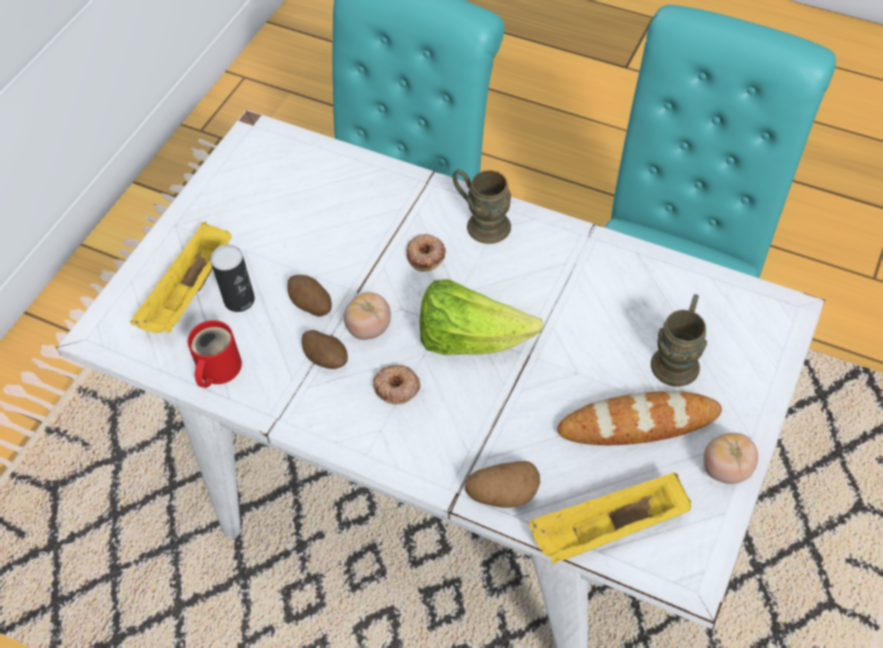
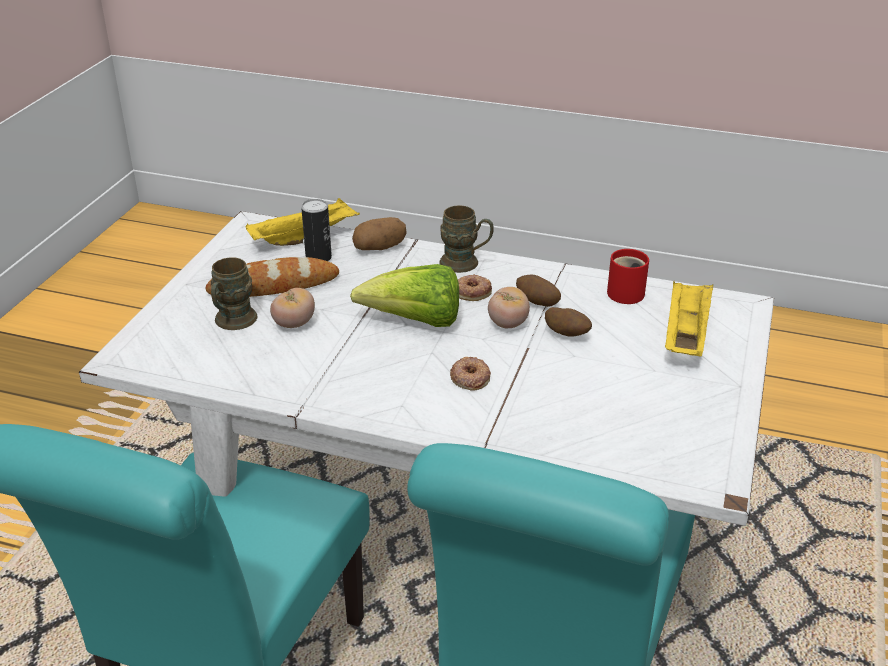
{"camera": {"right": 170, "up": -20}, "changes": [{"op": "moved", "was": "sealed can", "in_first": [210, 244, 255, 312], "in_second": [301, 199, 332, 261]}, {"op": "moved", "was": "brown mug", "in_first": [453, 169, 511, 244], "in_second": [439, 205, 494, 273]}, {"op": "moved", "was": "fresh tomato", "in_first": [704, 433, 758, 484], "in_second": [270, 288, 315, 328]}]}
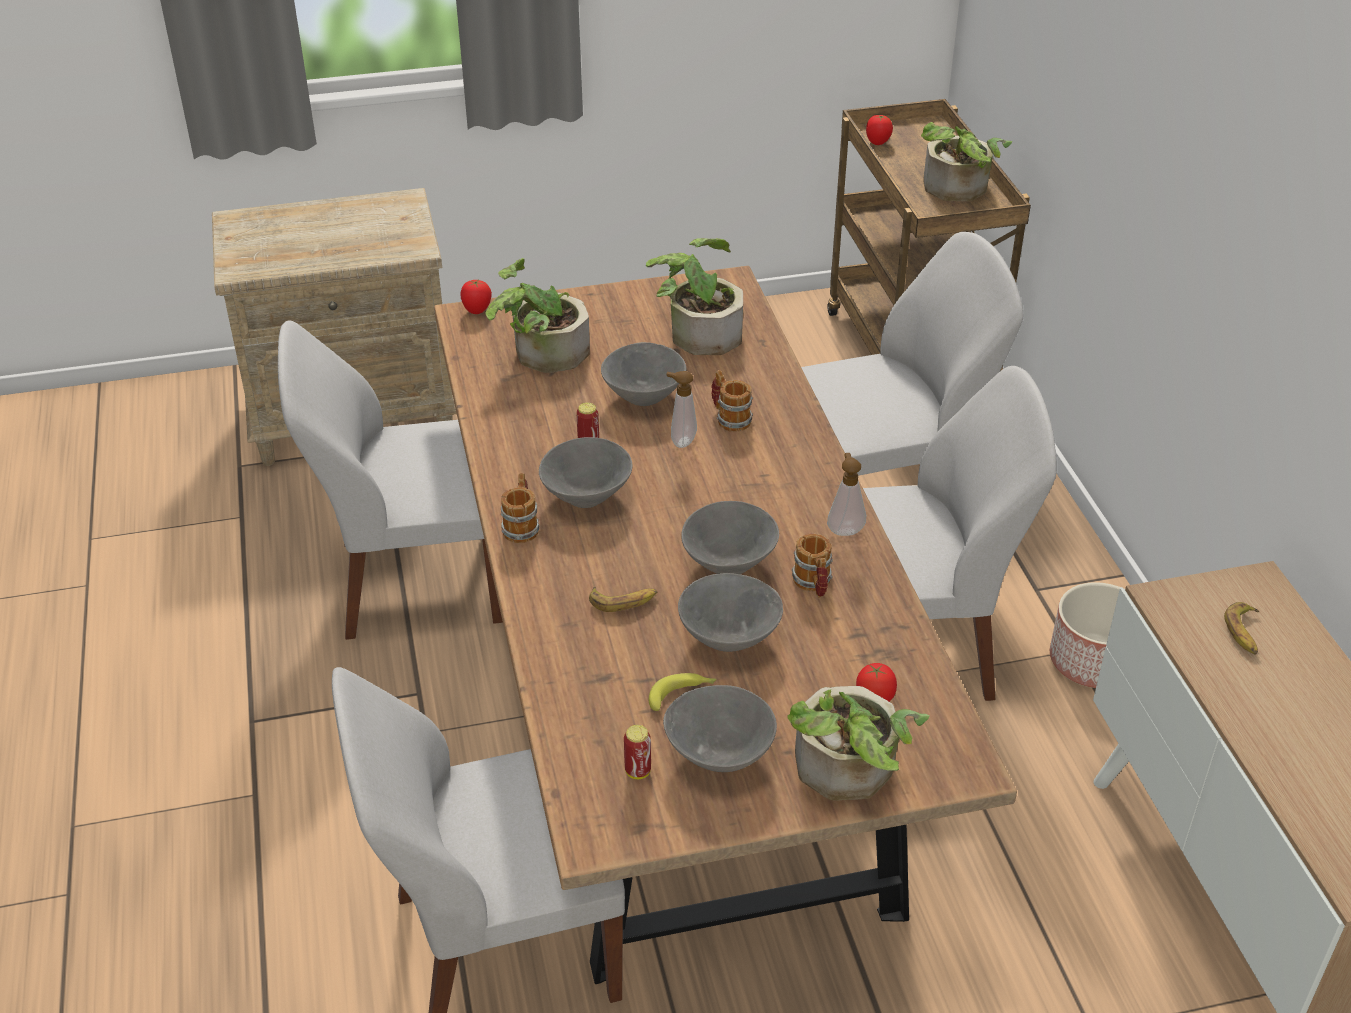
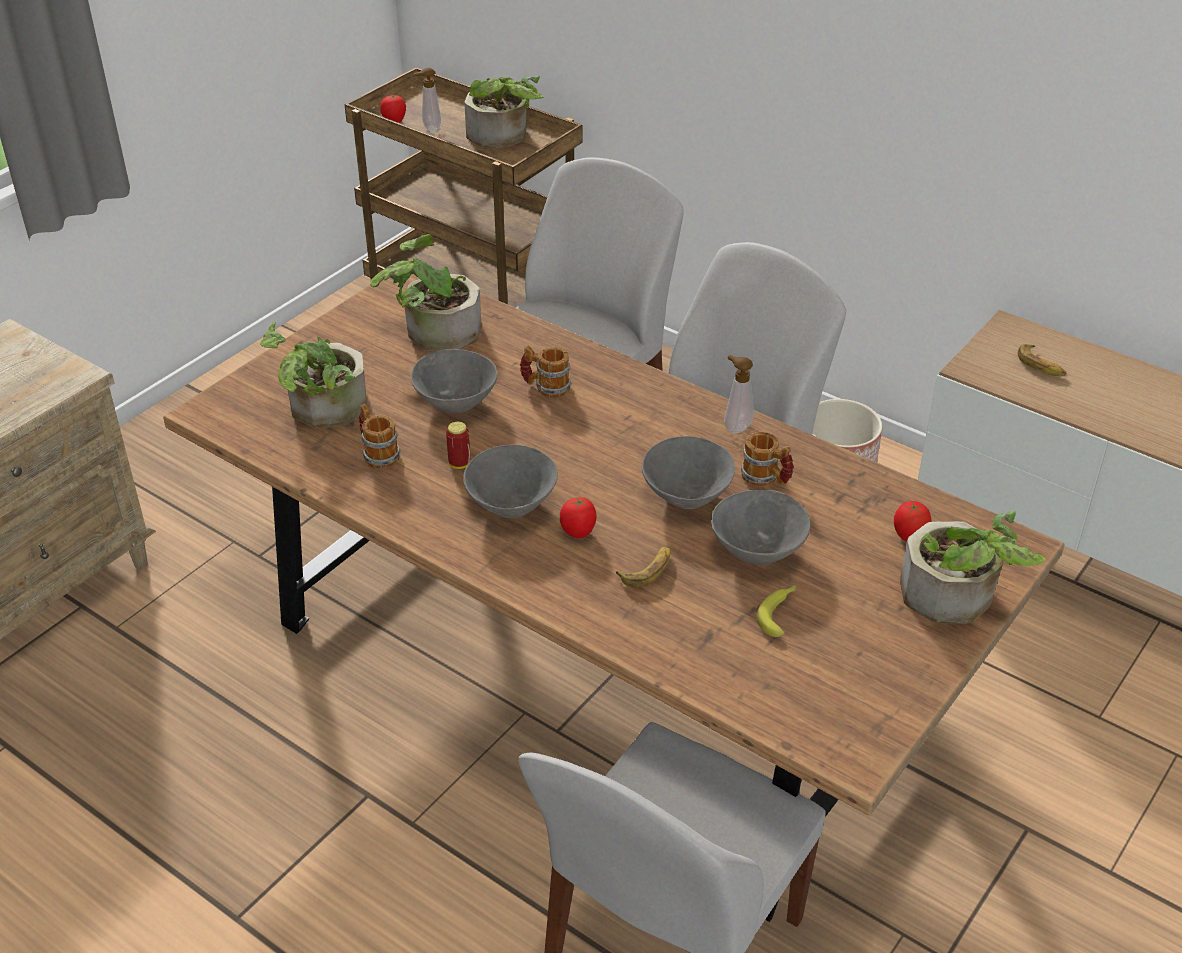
{"camera": {"right": -40, "up": 0}, "changes": [{"op": "removed", "was": "white-coloured upright chair", "in_first": [278, 321, 503, 640]}, {"op": "removed", "was": "sealed can", "in_first": [624, 725, 651, 779]}, {"op": "removed", "was": "greyish bowl", "in_first": [663, 685, 777, 772]}, {"op": "moved", "was": "fresh tomato", "in_first": [460, 280, 492, 314], "in_second": [560, 497, 597, 538]}, {"op": "moved", "was": "mug", "in_first": [501, 473, 539, 543], "in_second": [359, 404, 401, 469]}, {"op": "moved", "was": "soap dispenser", "in_first": [666, 371, 697, 448], "in_second": [414, 68, 441, 132]}]}
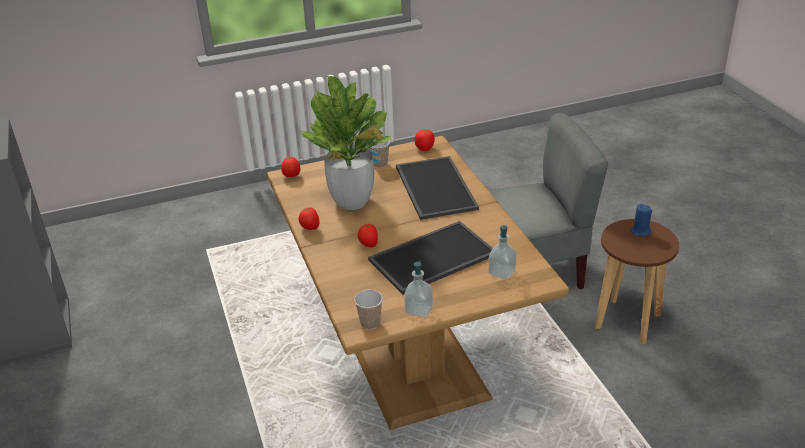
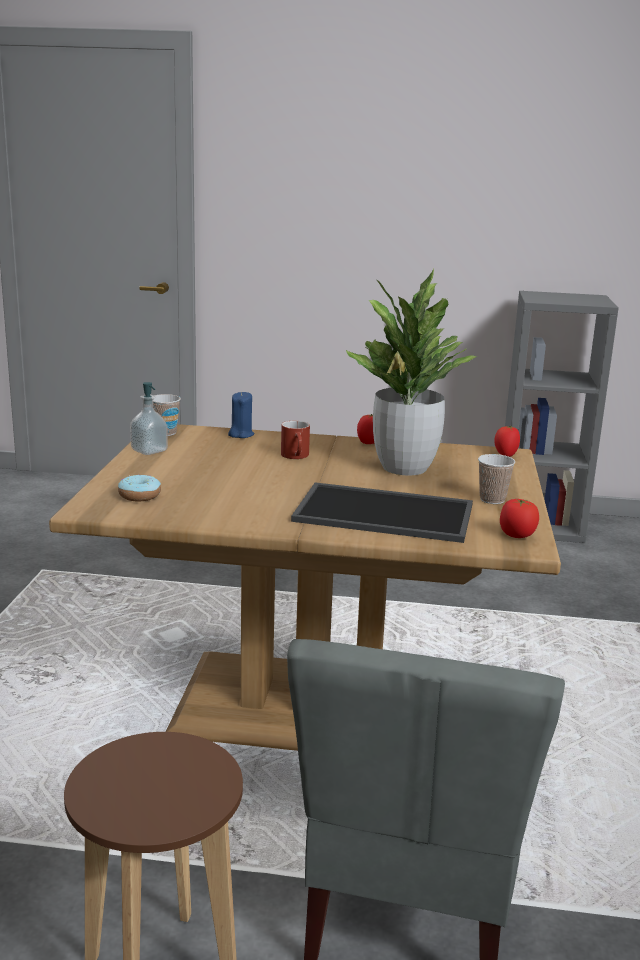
{"camera": {"right": 115, "up": -15}, "changes": [{"op": "removed", "was": "tray", "in_first": [368, 221, 493, 295]}, {"op": "moved", "was": "blue-coloured candle", "in_first": [631, 204, 652, 237], "in_second": [228, 391, 254, 438]}, {"op": "replaced", "was": "fresh tomato", "now": "red-coloured mug", "in_first": [358, 224, 378, 247], "in_second": [281, 421, 310, 459]}, {"op": "replaced", "was": "soap dispenser", "now": "donut", "in_first": [489, 225, 517, 279], "in_second": [118, 475, 161, 501]}]}
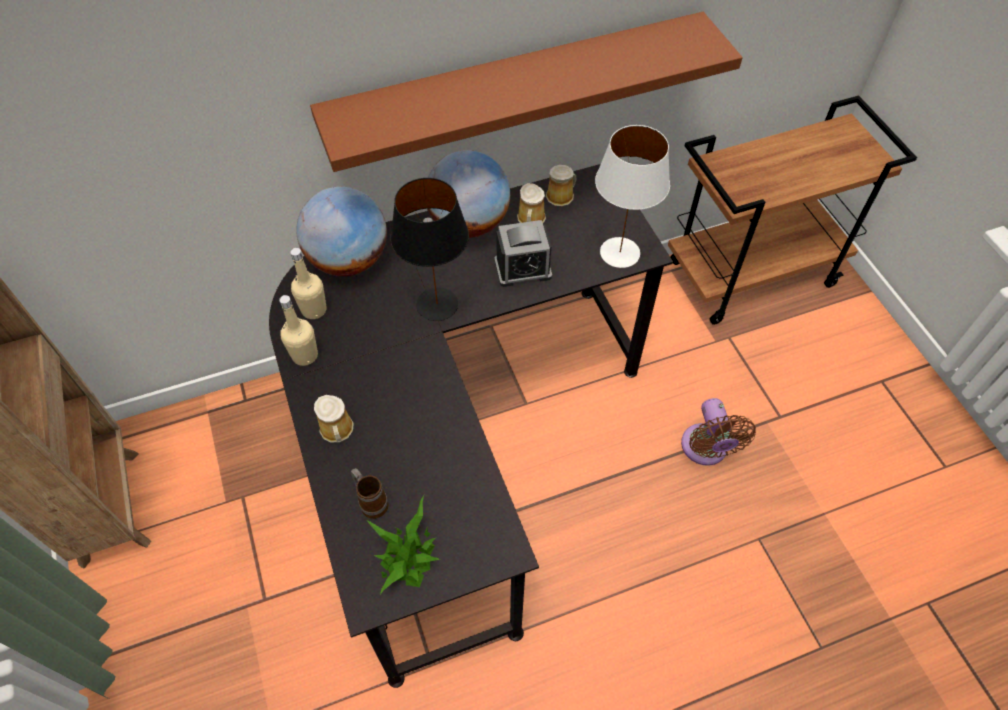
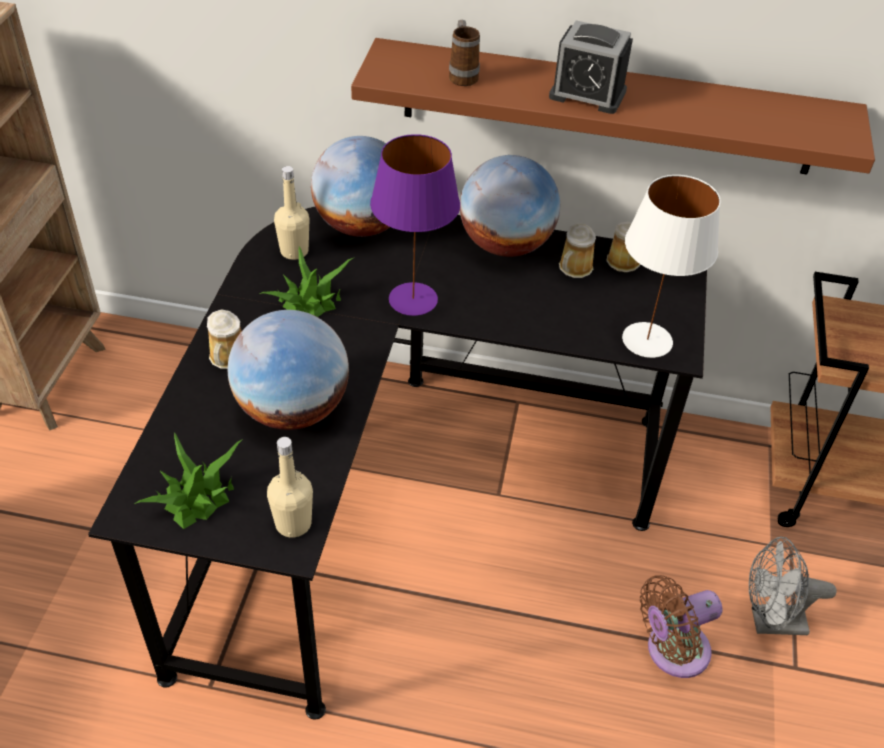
{"camera": {"right": 30, "up": -10}, "changes": [{"op": "added", "now": "world globe", "in_second": [228, 310, 349, 430]}, {"op": "added", "now": "houseplant", "in_second": [259, 246, 353, 317]}, {"op": "added", "now": "greyish electric fan", "in_second": [749, 537, 837, 635]}, {"op": "moved", "was": "beige bottle", "in_first": [279, 295, 318, 366], "in_second": [267, 437, 313, 538]}, {"op": "moved", "was": "mug", "in_first": [351, 468, 388, 519], "in_second": [449, 19, 480, 86]}, {"op": "moved", "was": "bedside clock", "in_first": [494, 220, 552, 287], "in_second": [549, 20, 633, 114]}, {"op": "recoloured", "was": "blackish table lamp", "now": "purple-coloured table lamp", "in_first": [390, 178, 469, 321], "in_second": [370, 134, 460, 316]}, {"op": "turned", "was": "brown electric fan", "in_first": [681, 398, 756, 466], "in_second": [640, 575, 723, 678], "clockwise": 45}]}
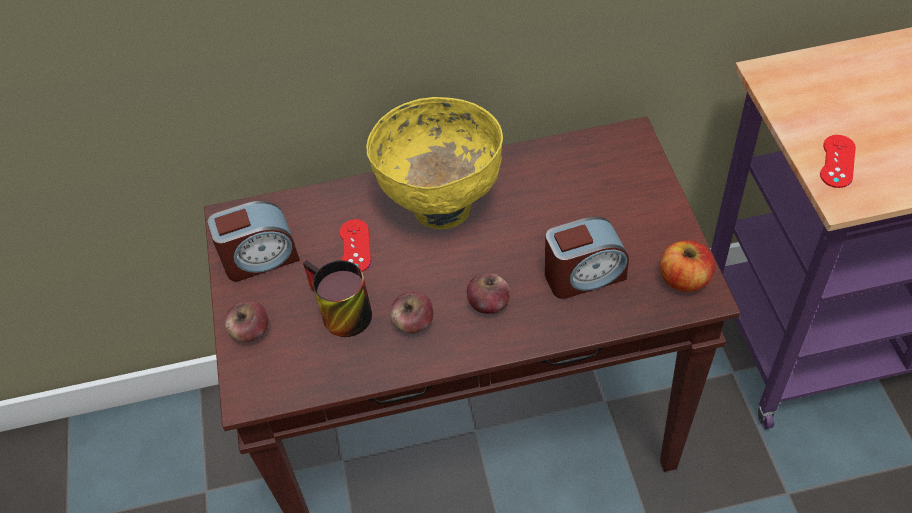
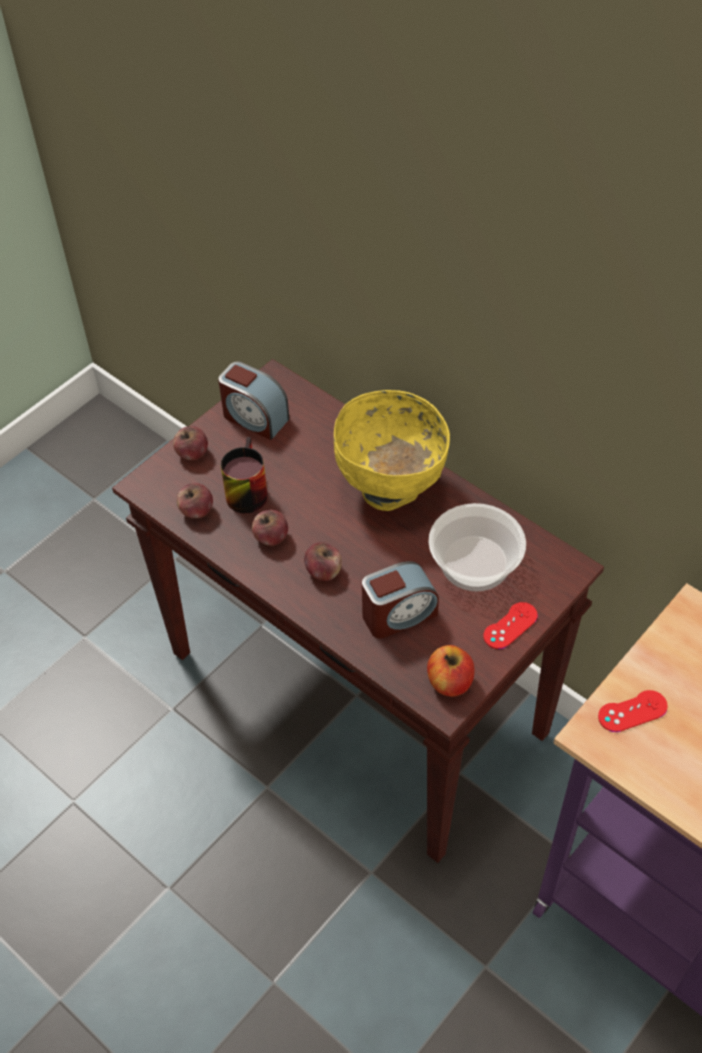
{"camera": {"right": 50, "up": 0}, "changes": [{"op": "added", "now": "whole apple", "in_second": [177, 483, 213, 518]}, {"op": "added", "now": "bowl", "in_second": [429, 503, 526, 591]}, {"op": "moved", "was": "red-coloured joypad", "in_first": [340, 219, 371, 272], "in_second": [483, 602, 538, 649]}, {"op": "turned", "was": "bedside clock", "in_first": [545, 217, 629, 299], "in_second": [362, 561, 439, 639], "clockwise": -60}]}
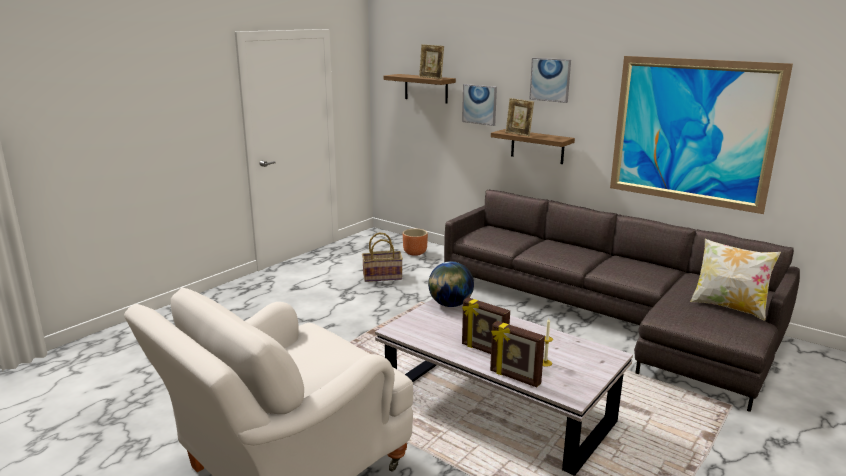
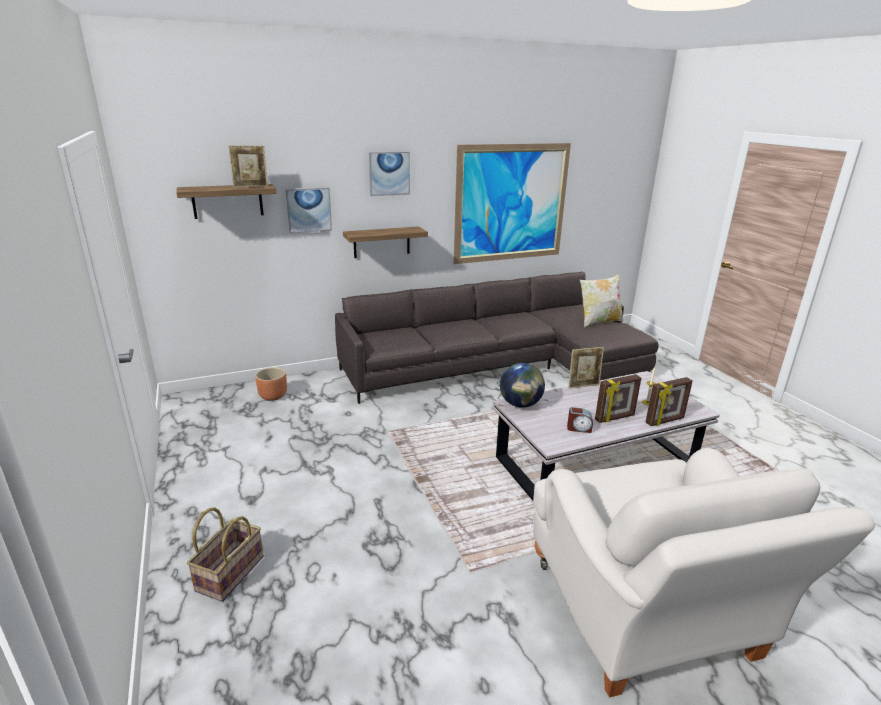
{"camera": {"right": -60, "up": 5}, "changes": [{"op": "added", "now": "bedside clock", "in_second": [567, 407, 593, 433]}, {"op": "moved", "was": "basket", "in_first": [362, 233, 403, 282], "in_second": [187, 507, 264, 602]}, {"op": "moved", "was": "photo frame", "in_first": [506, 98, 534, 136], "in_second": [568, 347, 604, 389]}]}
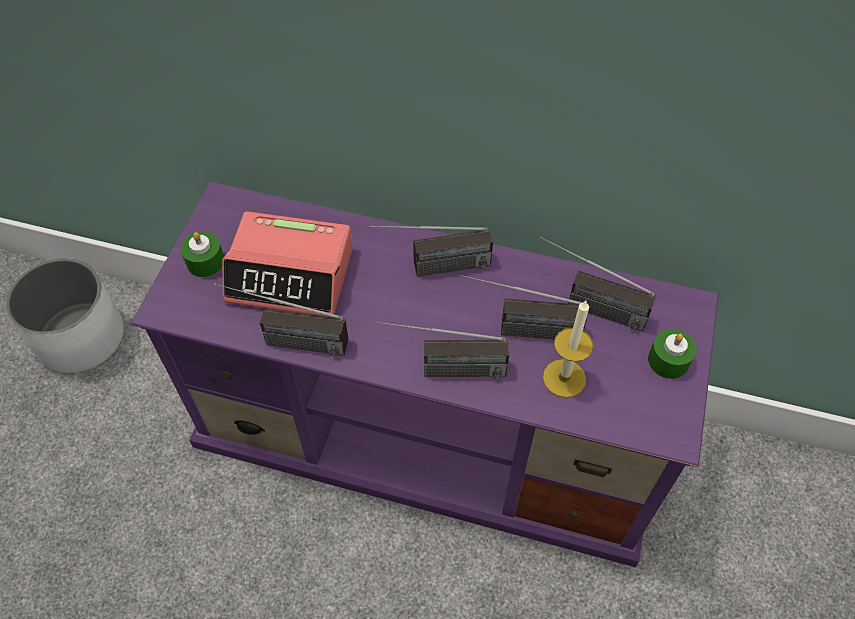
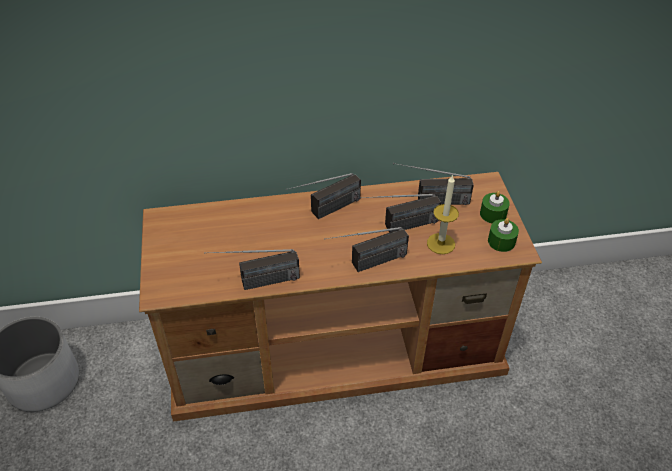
{"camera": {"right": -25, "up": -10}, "changes": [{"op": "removed", "was": "bedside clock", "in_first": [222, 211, 353, 317]}, {"op": "moved", "was": "green candle", "in_first": [181, 231, 224, 277], "in_second": [488, 218, 519, 252]}, {"op": "recoloured", "was": "purple-coloured tv unit", "now": "brown tv unit", "in_first": [130, 182, 719, 567], "in_second": [139, 172, 542, 422]}]}
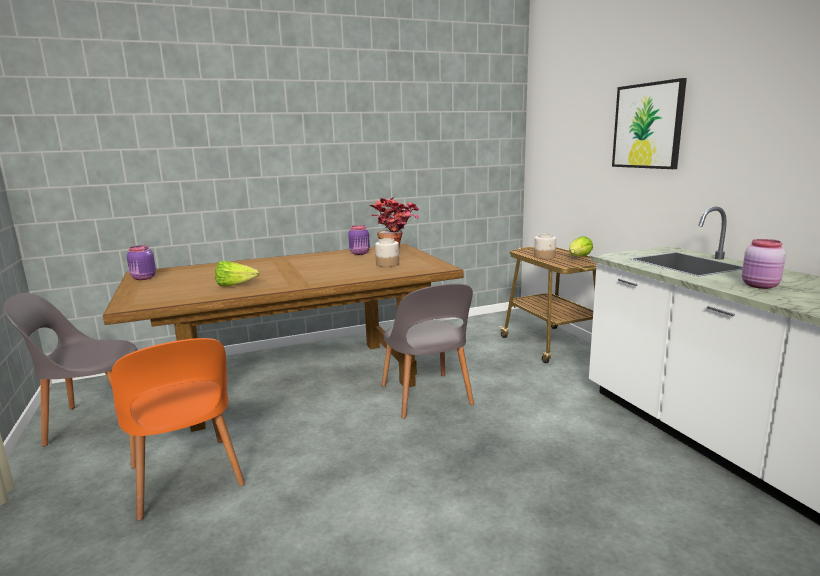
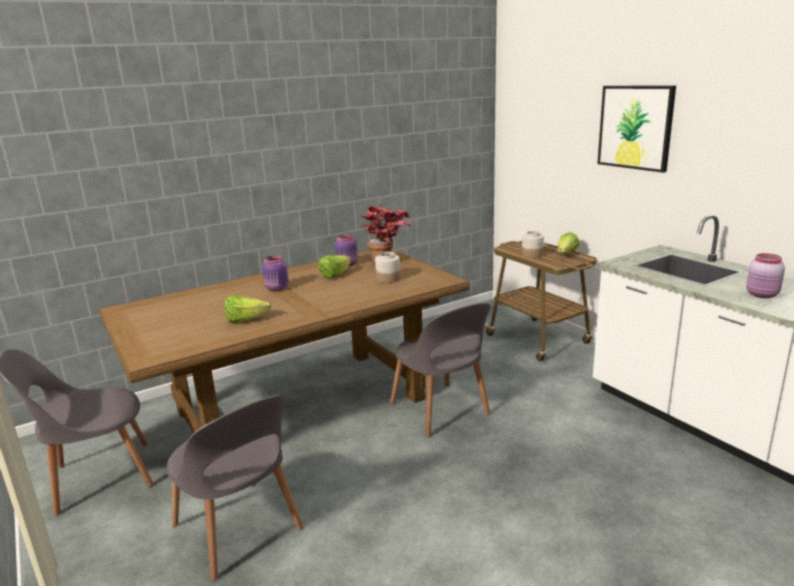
{"camera": {"right": -10, "up": 5}, "changes": [{"op": "added", "now": "lettuce head", "in_second": [318, 255, 351, 278]}, {"op": "moved", "was": "purple-coloured preserve jar", "in_first": [127, 245, 156, 280], "in_second": [262, 256, 288, 291]}, {"op": "recoloured", "was": "orangey upright chair", "now": "greyish upright chair", "in_first": [111, 338, 245, 521], "in_second": [167, 394, 303, 581]}]}
